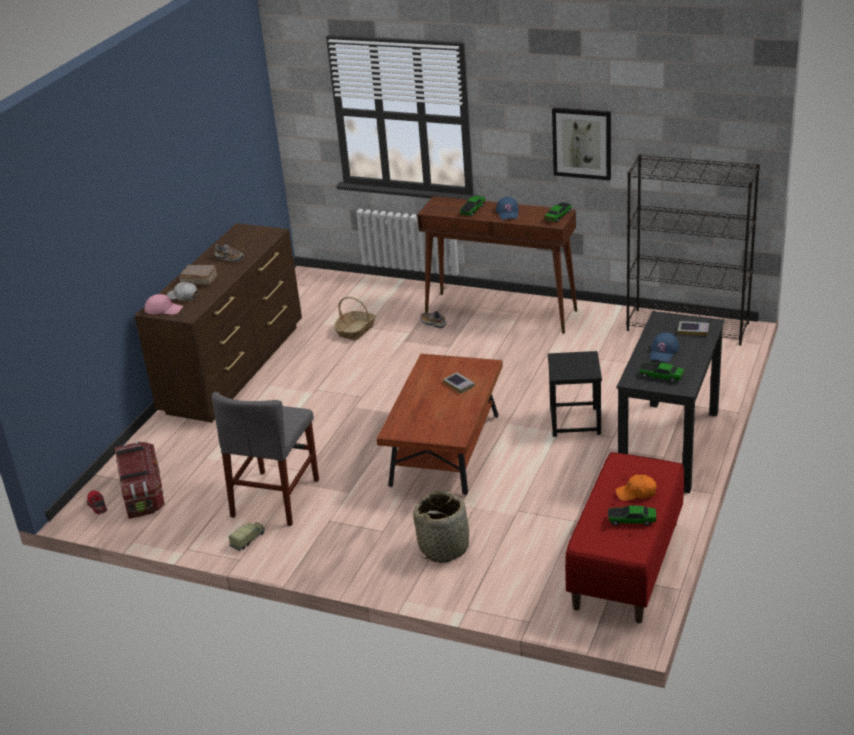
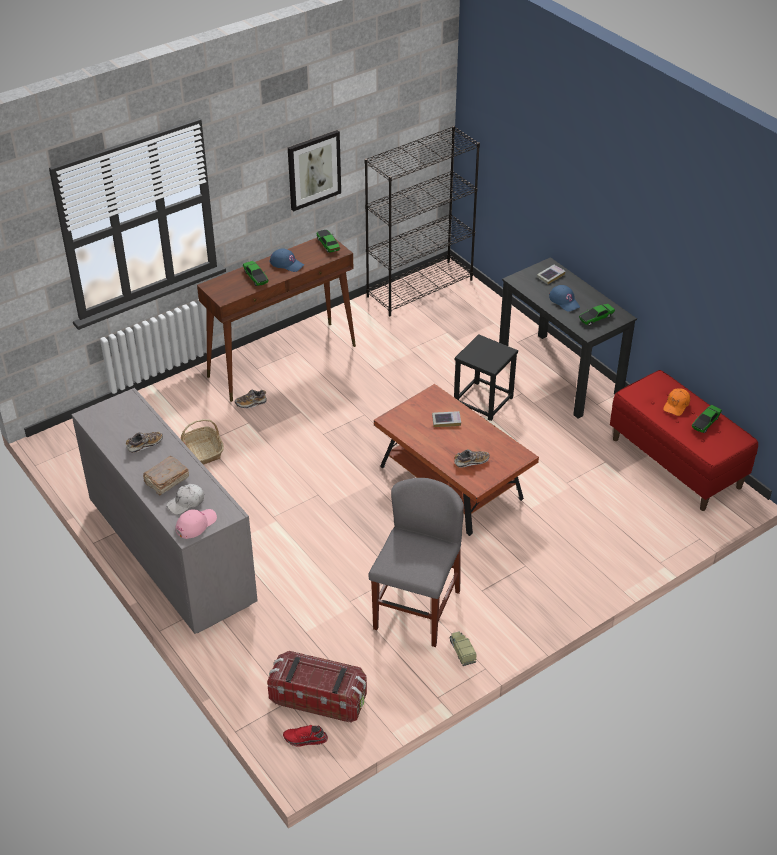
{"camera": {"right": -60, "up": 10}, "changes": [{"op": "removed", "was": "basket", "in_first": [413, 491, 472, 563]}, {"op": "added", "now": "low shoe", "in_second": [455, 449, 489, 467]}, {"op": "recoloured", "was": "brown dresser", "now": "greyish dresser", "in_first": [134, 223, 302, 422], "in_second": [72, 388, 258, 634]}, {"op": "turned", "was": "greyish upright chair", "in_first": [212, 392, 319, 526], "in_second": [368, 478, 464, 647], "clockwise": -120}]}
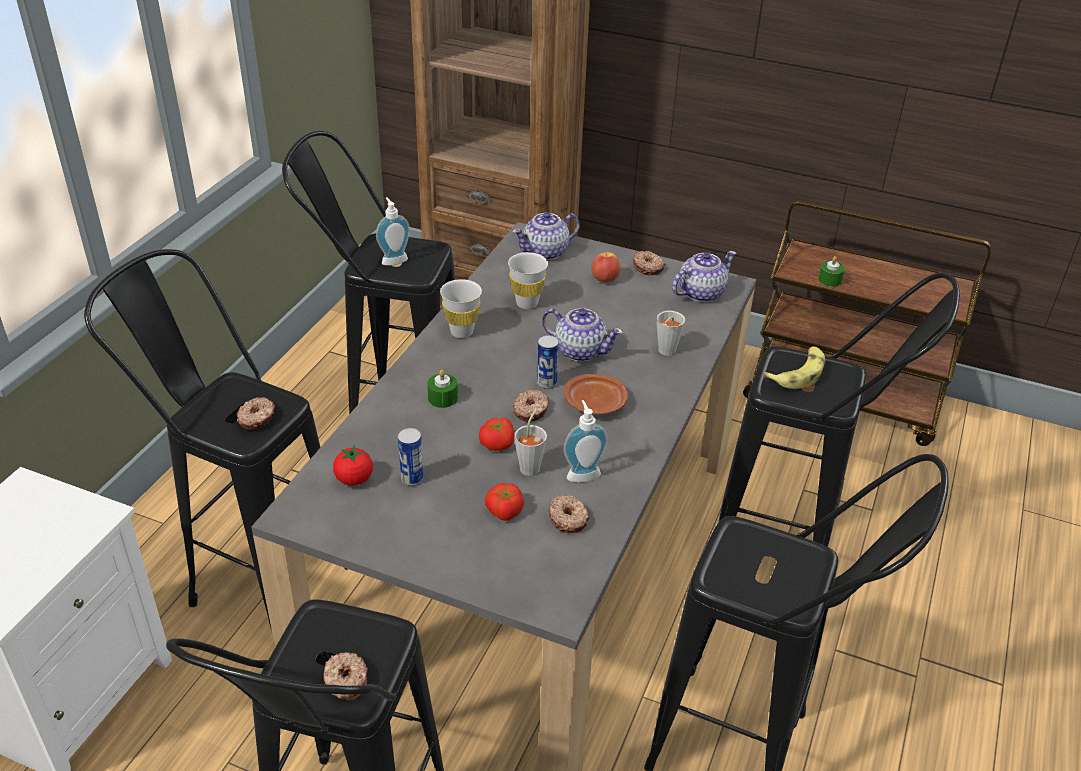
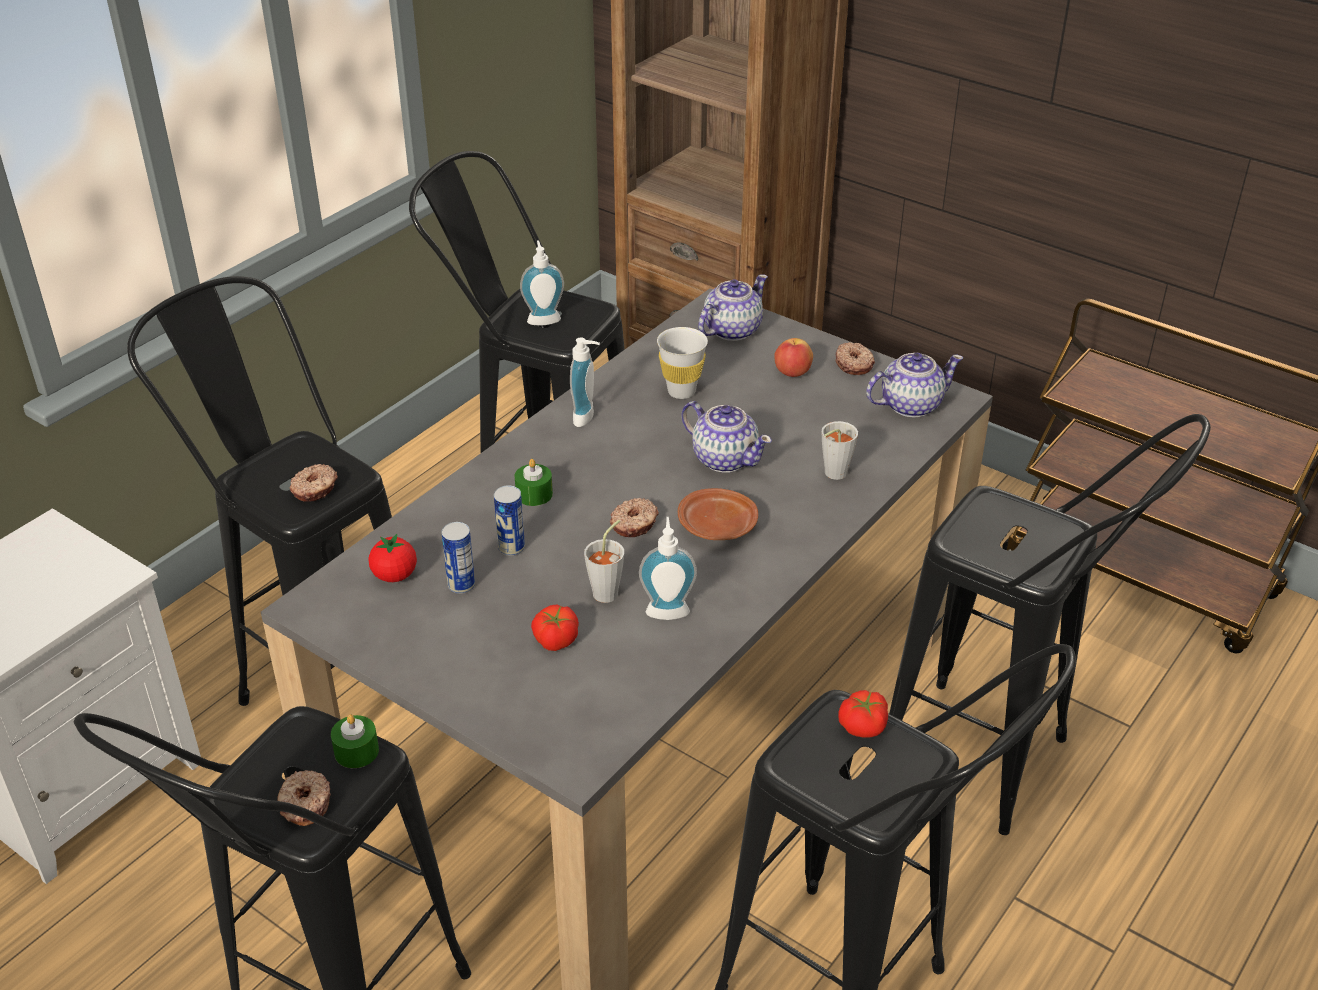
{"camera": {"right": 15, "up": 0}, "changes": [{"op": "removed", "was": "donut", "in_first": [549, 495, 590, 533]}, {"op": "removed", "was": "whole banana", "in_first": [764, 346, 825, 389]}, {"op": "moved", "was": "fresh tomato", "in_first": [479, 417, 515, 451], "in_second": [839, 690, 888, 738]}, {"op": "moved", "was": "sealed can", "in_first": [537, 335, 559, 389], "in_second": [494, 485, 525, 556]}, {"op": "moved", "was": "green candle", "in_first": [818, 256, 845, 287], "in_second": [331, 714, 379, 768]}, {"op": "replaced", "was": "white-coloured small cup", "now": "soap dispenser", "in_first": [440, 279, 482, 338], "in_second": [570, 337, 600, 427]}, {"op": "turned", "was": "tea pot", "in_first": [512, 212, 580, 260], "in_second": [698, 274, 768, 341], "clockwise": 150}]}
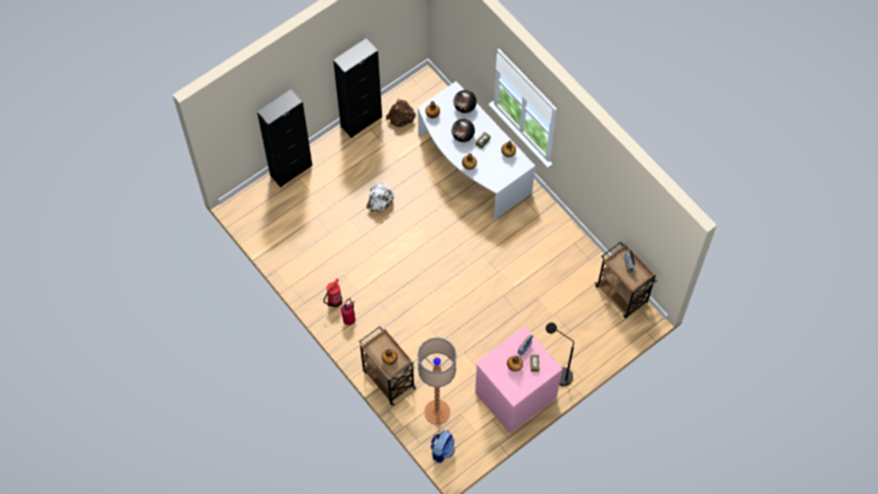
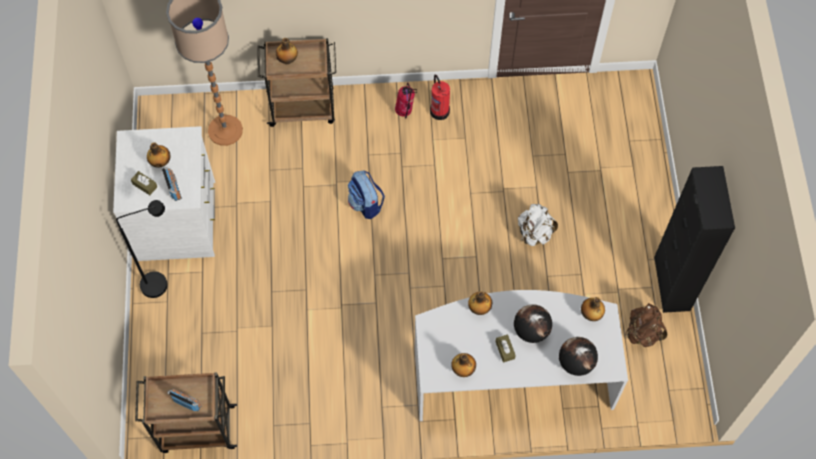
{"camera": {"right": 125, "up": 0}, "changes": [{"op": "removed", "was": "blackish storage cabinet", "in_first": [257, 89, 312, 187]}, {"op": "moved", "was": "rucksack", "in_first": [430, 430, 455, 463], "in_second": [348, 170, 385, 219]}, {"op": "recoloured", "was": "pink-coloured dresser", "now": "white-coloured dresser", "in_first": [475, 326, 563, 434], "in_second": [113, 126, 215, 261]}]}
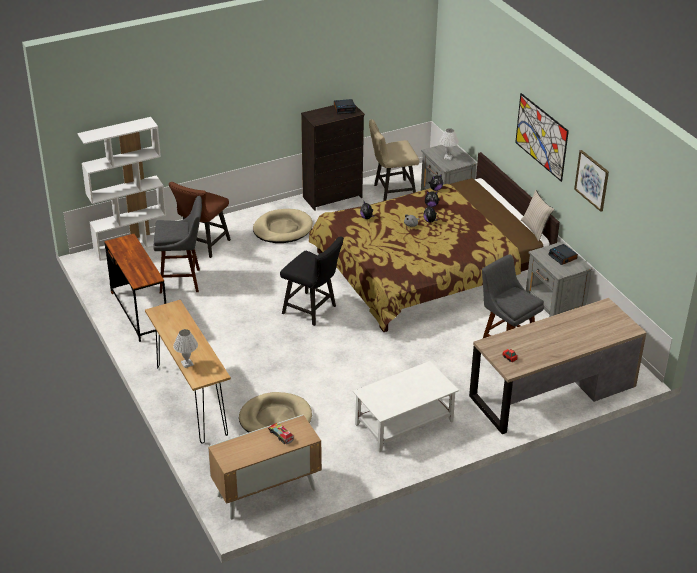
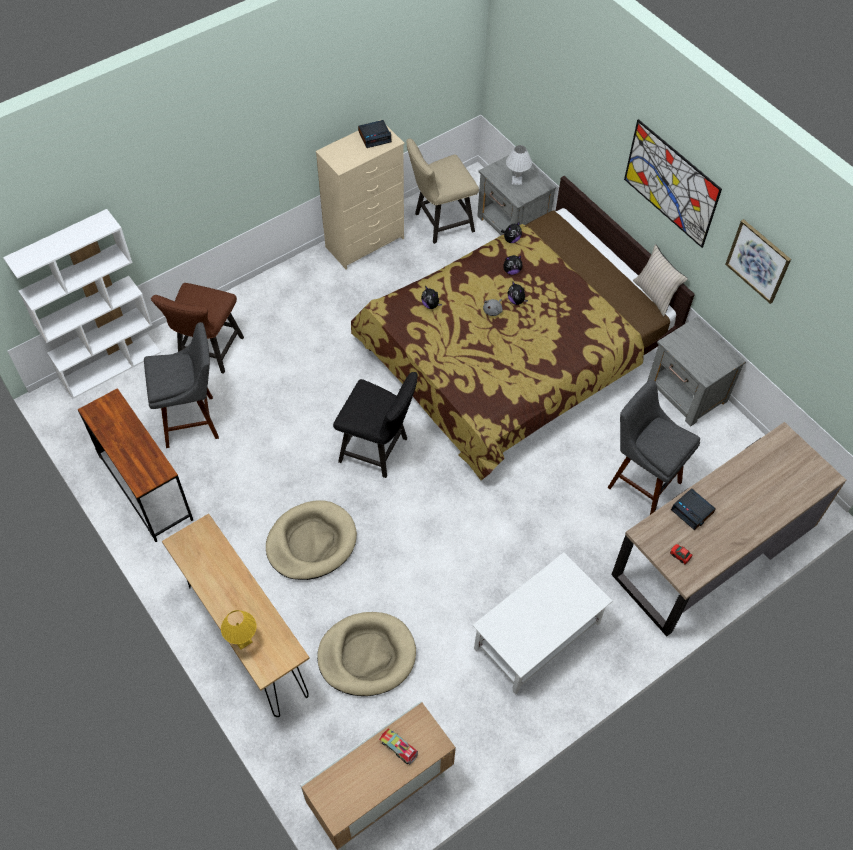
{"camera": {"right": -10, "up": 20}, "changes": [{"op": "moved", "was": "beige dog cushion", "in_first": [253, 209, 313, 243], "in_second": [266, 500, 357, 580]}, {"op": "moved", "was": "bedside clock", "in_first": [548, 244, 578, 265], "in_second": [671, 488, 716, 530]}, {"op": "recoloured", "was": "white-coloured table lamp", "now": "yellowish table lamp", "in_first": [173, 329, 198, 368], "in_second": [221, 610, 257, 650]}, {"op": "recoloured", "was": "blackish dresser", "now": "beige dresser", "in_first": [301, 105, 365, 211], "in_second": [316, 120, 404, 270]}]}
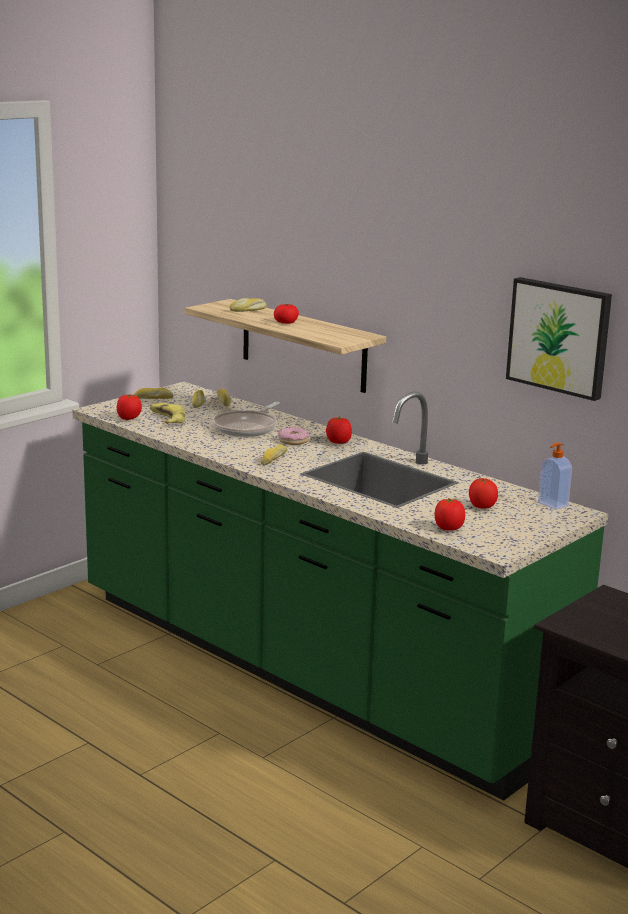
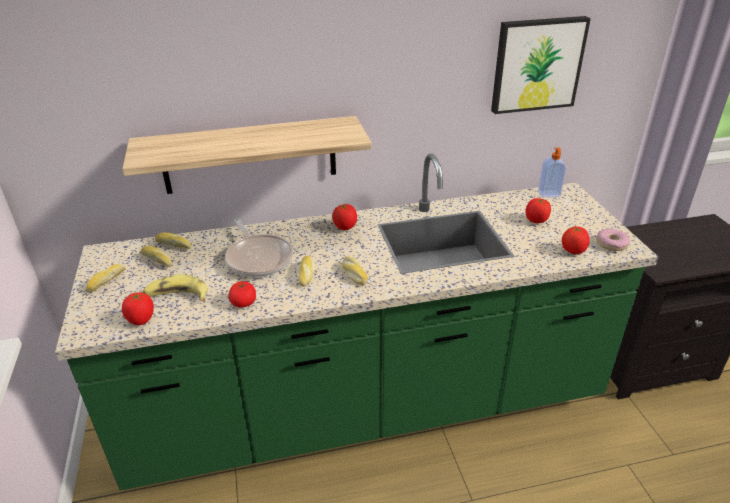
{"camera": {"right": -55, "up": 15}, "changes": [{"op": "moved", "was": "bread", "in_first": [229, 298, 267, 312], "in_second": [298, 256, 315, 287]}, {"op": "moved", "was": "fresh tomato", "in_first": [274, 304, 299, 324], "in_second": [228, 281, 256, 308]}, {"op": "moved", "was": "donut", "in_first": [278, 427, 310, 445], "in_second": [597, 228, 630, 251]}]}
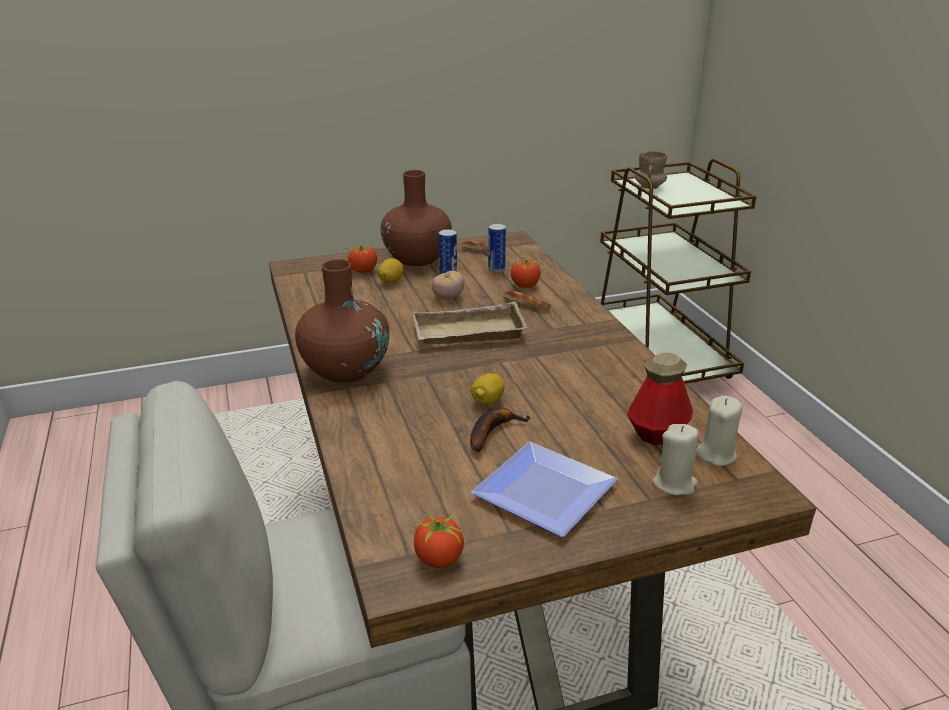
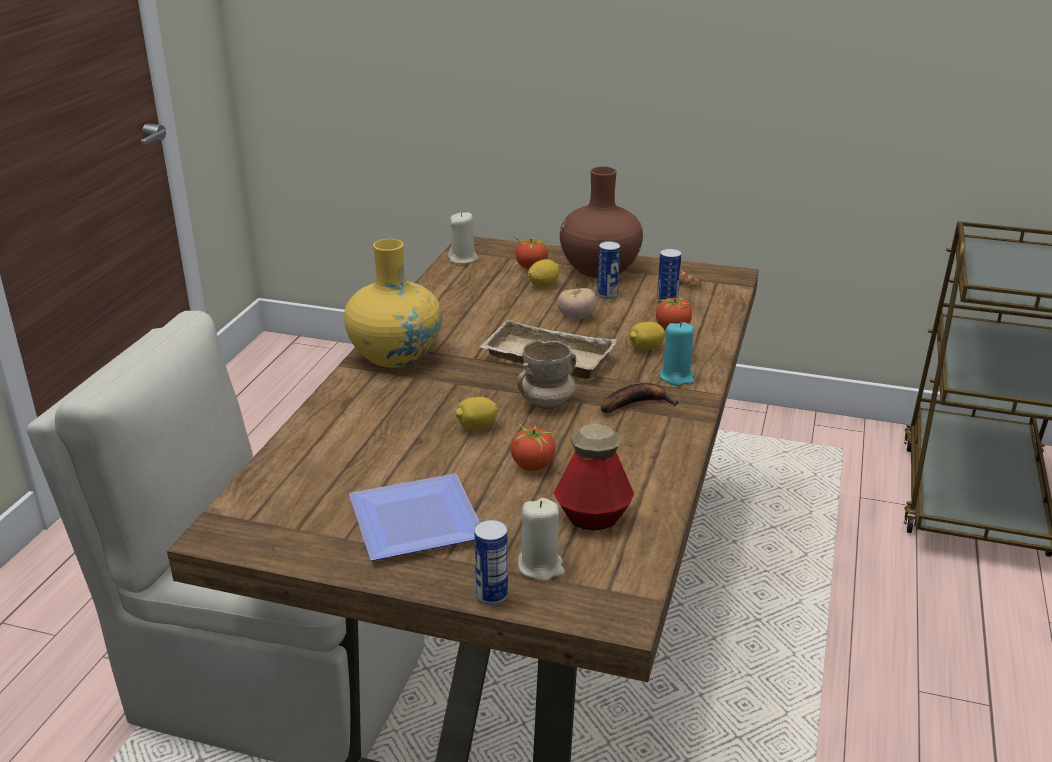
{"camera": {"right": 35, "up": 0}, "changes": [{"op": "added", "now": "sealed can", "in_second": [474, 519, 508, 606]}, {"op": "added", "now": "turquoise-coloured candle", "in_second": [660, 322, 694, 386]}, {"op": "moved", "was": "fresh tomato", "in_first": [410, 508, 464, 568], "in_second": [511, 417, 555, 471]}, {"op": "moved", "was": "whole banana", "in_first": [470, 408, 530, 452], "in_second": [601, 383, 678, 413]}, {"op": "moved", "was": "beige mug", "in_first": [634, 151, 667, 189], "in_second": [517, 339, 576, 409]}, {"op": "moved", "was": "beige candle", "in_first": [696, 396, 742, 466], "in_second": [448, 212, 479, 264]}, {"op": "replaced", "was": "bread", "now": "citrus fruit", "in_first": [503, 291, 551, 310], "in_second": [629, 322, 665, 351]}, {"op": "recoloured", "was": "brown decorative vase", "now": "yellowish decorative vase", "in_first": [295, 259, 390, 383], "in_second": [344, 239, 442, 368]}]}
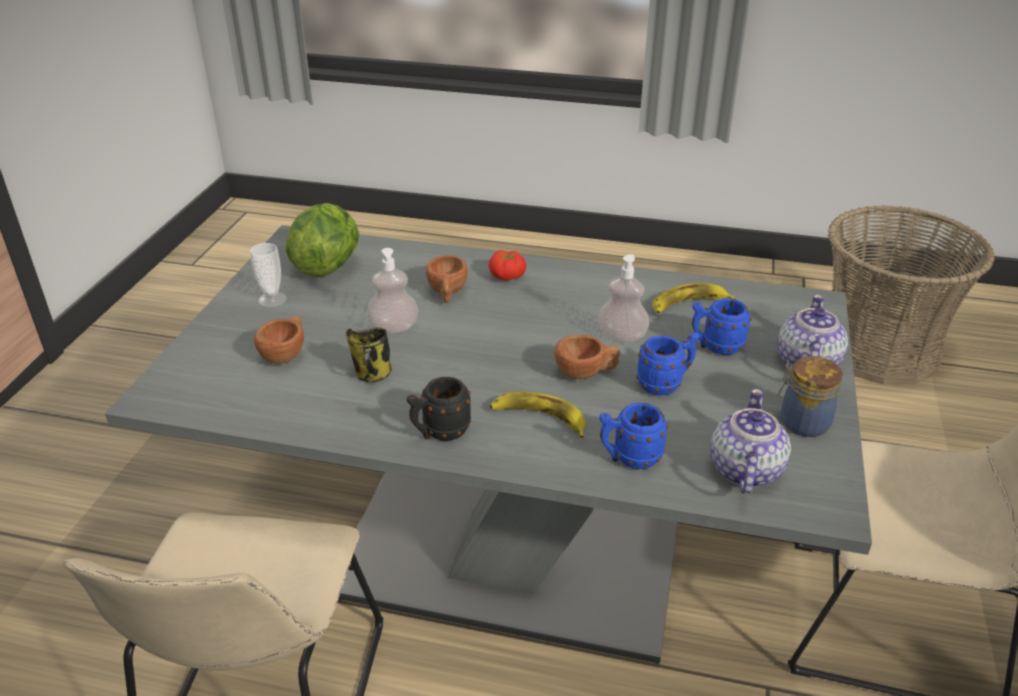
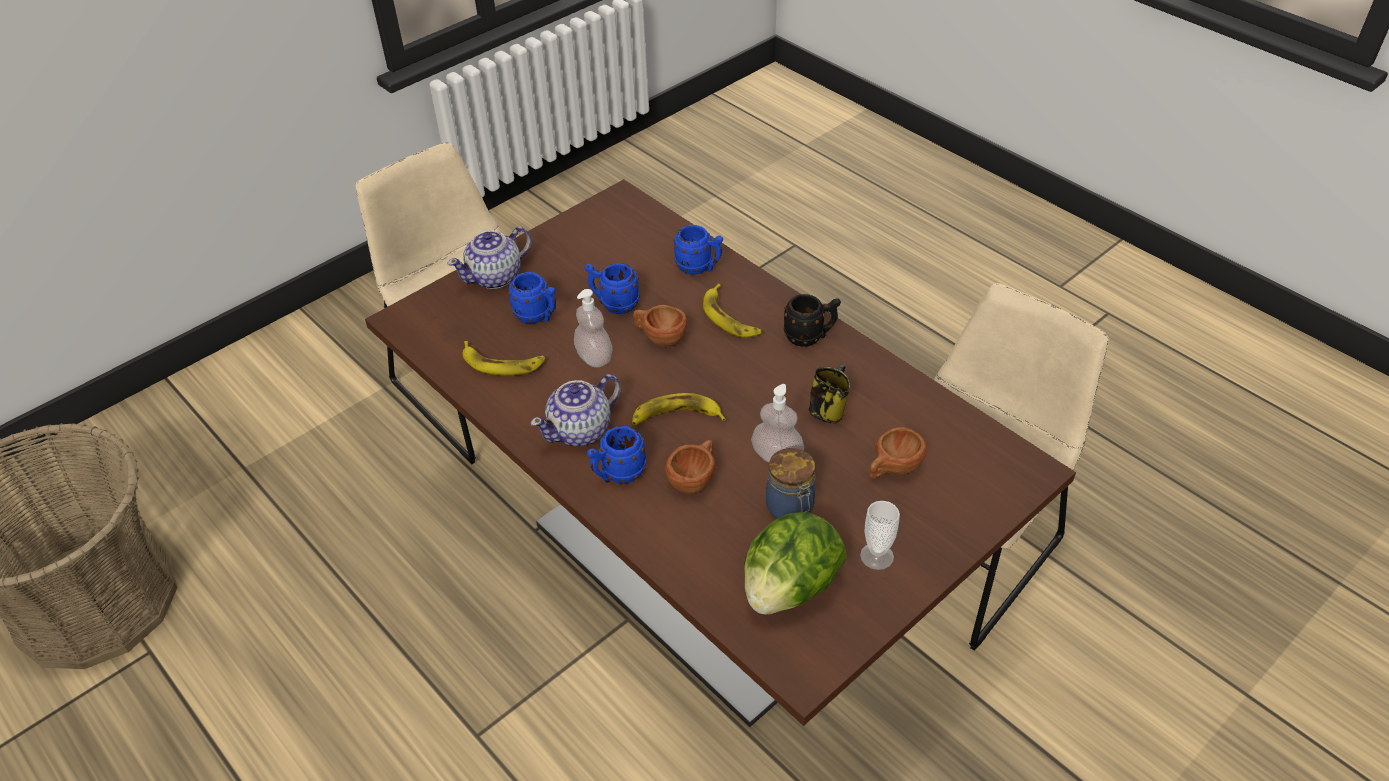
{"camera": {"right": -145, "up": 10}, "changes": [{"op": "added", "now": "whole banana", "in_second": [632, 393, 726, 425]}, {"op": "moved", "was": "tea pot", "in_first": [711, 389, 791, 494], "in_second": [530, 374, 621, 446]}, {"op": "moved", "was": "preserve jar", "in_first": [778, 356, 843, 437], "in_second": [766, 448, 815, 519]}, {"op": "replaced", "was": "fresh tomato", "now": "blue-coloured mug", "in_first": [489, 250, 526, 280], "in_second": [587, 426, 646, 484]}, {"op": "recoloured", "was": "greyish dinner table", "now": "brown dinner table", "in_first": [105, 225, 872, 664], "in_second": [365, 179, 1076, 727]}]}
